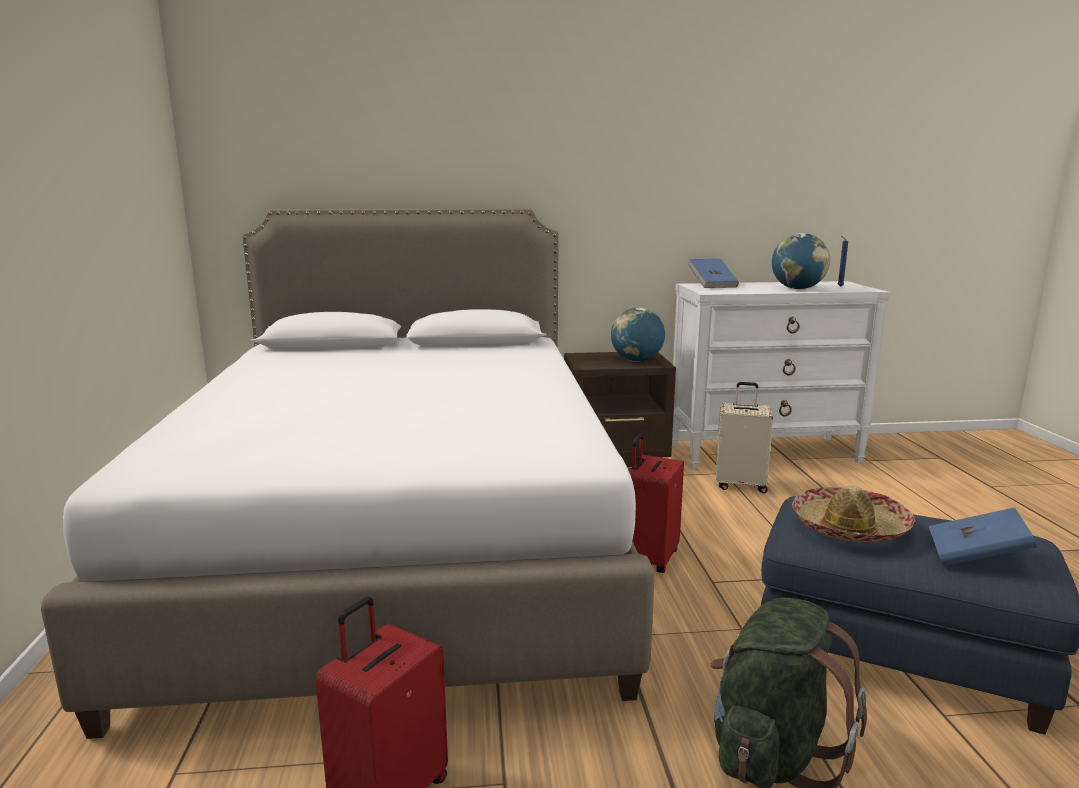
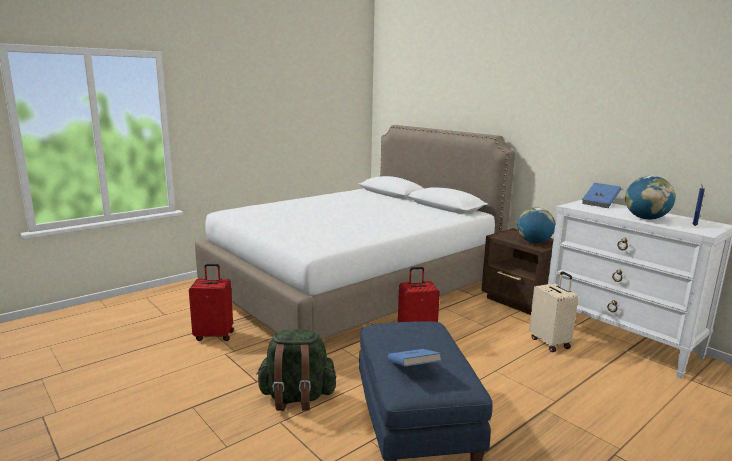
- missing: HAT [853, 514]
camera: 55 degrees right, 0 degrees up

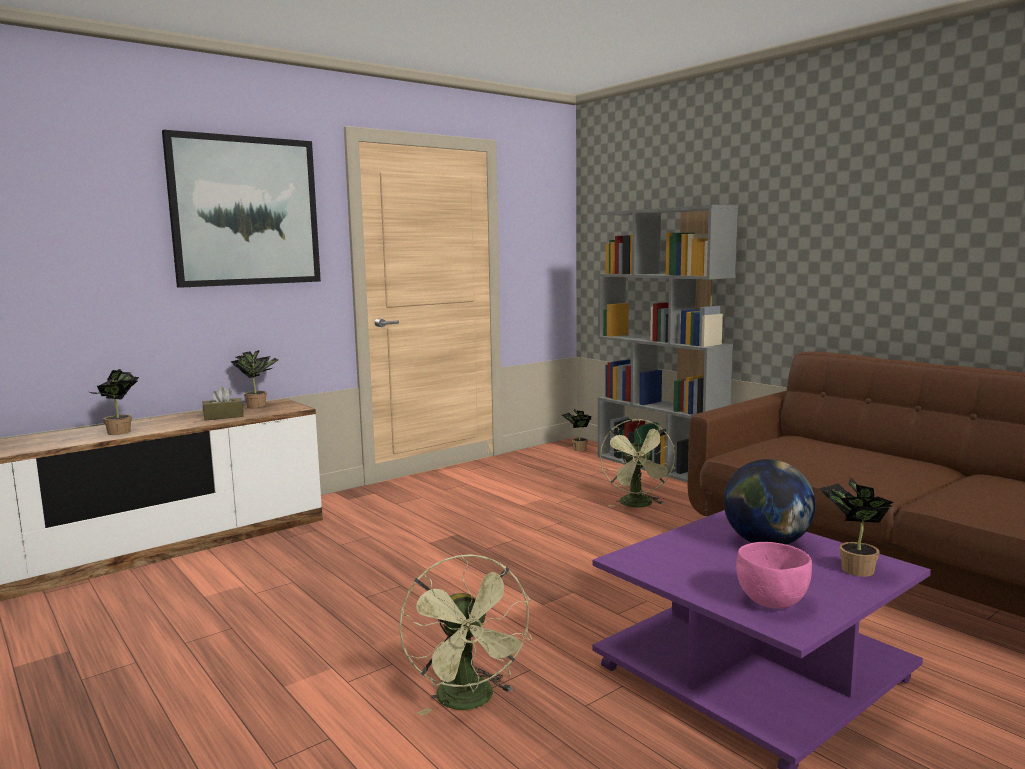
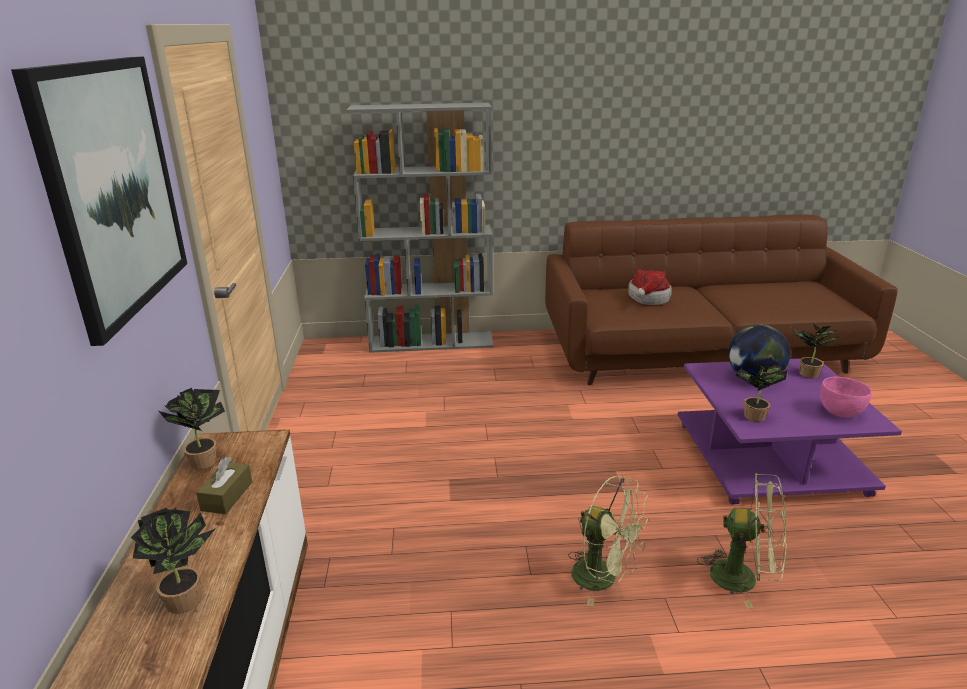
- appeared: HAT [650, 287]
- relocated: POTTED PLANT [577, 429] to [761, 392]
- relocated: GREEN FAN [637, 463] to [609, 540]
camera: 55 degrees left, 15 degrees up

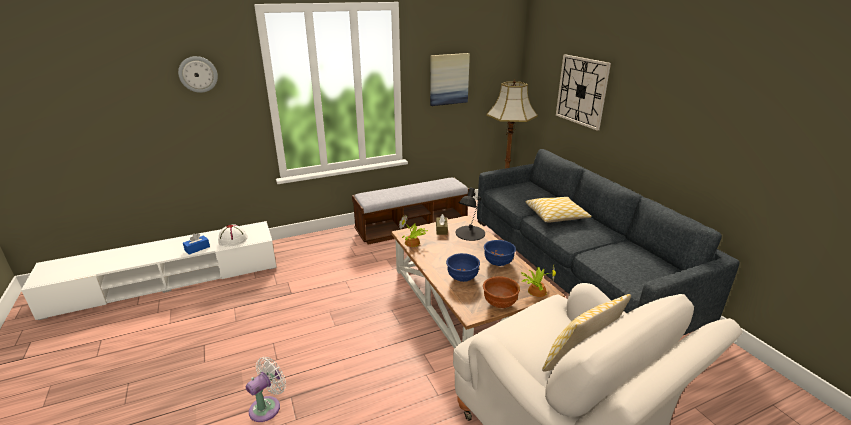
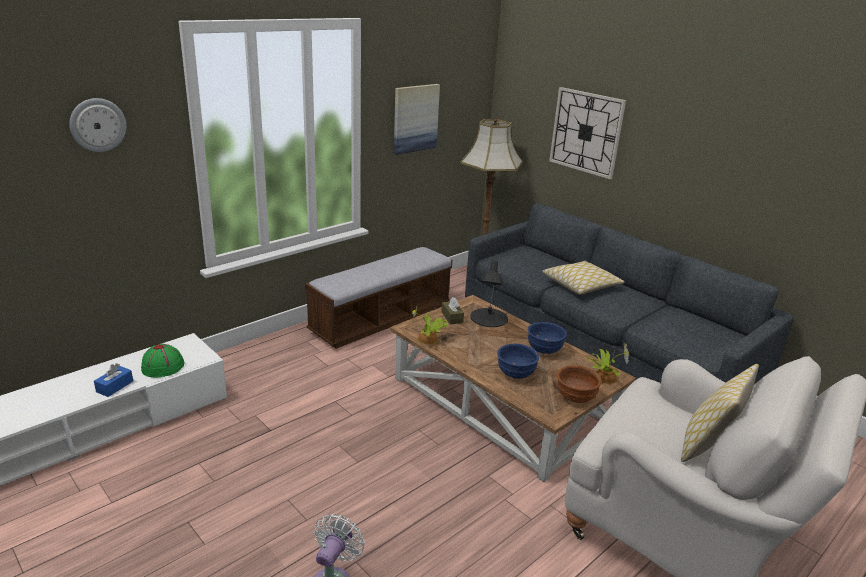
- colour: WHITE HAT [233, 235] to GREEN HAT [162, 360]
camera: 20 degrees left, 0 degrees up

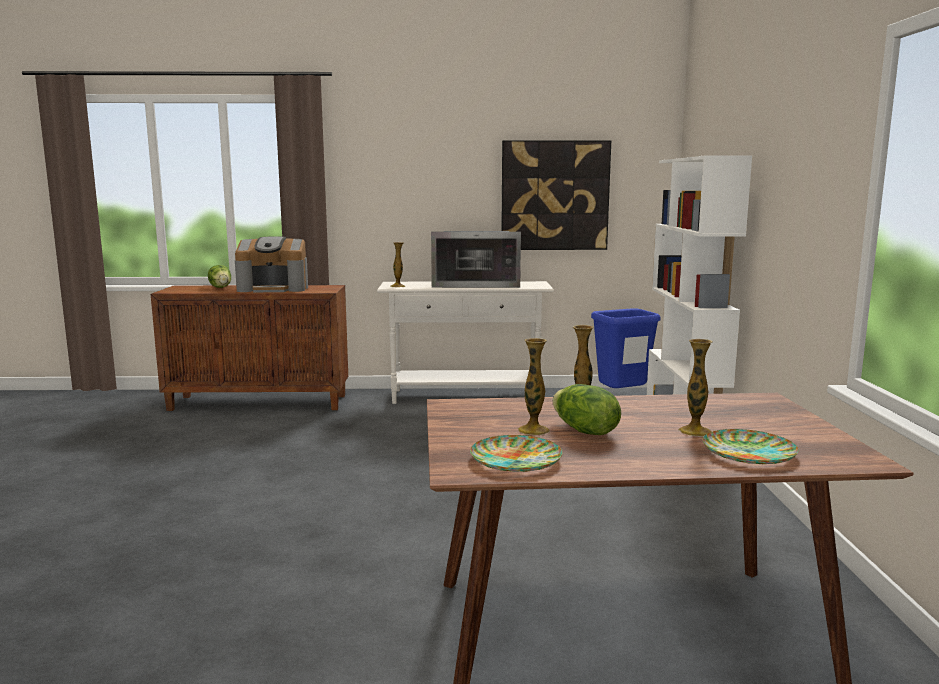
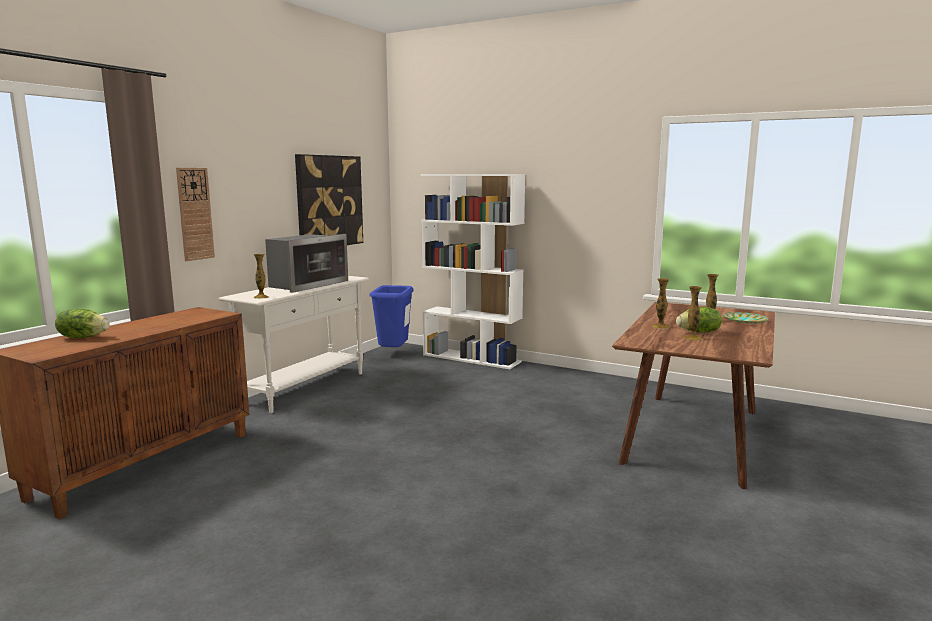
- missing: COFFEE MACHINE [271, 264]
- missing: PLATE [516, 453]
- appeared: WALL CLOCK [195, 214]
camera: 60 degrees left, 0 degrees up

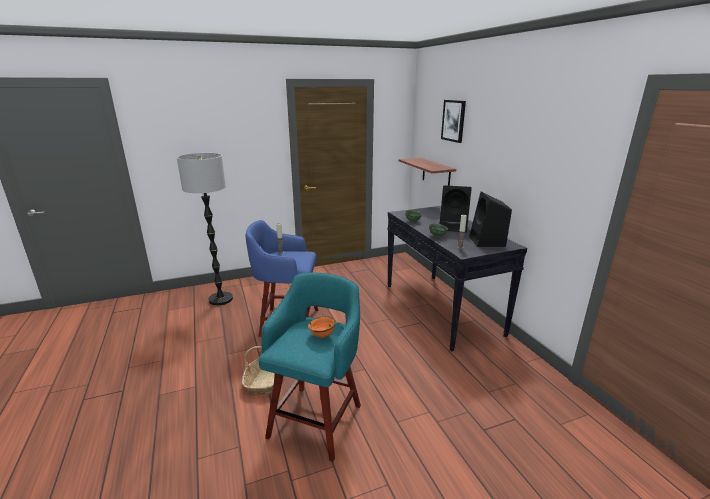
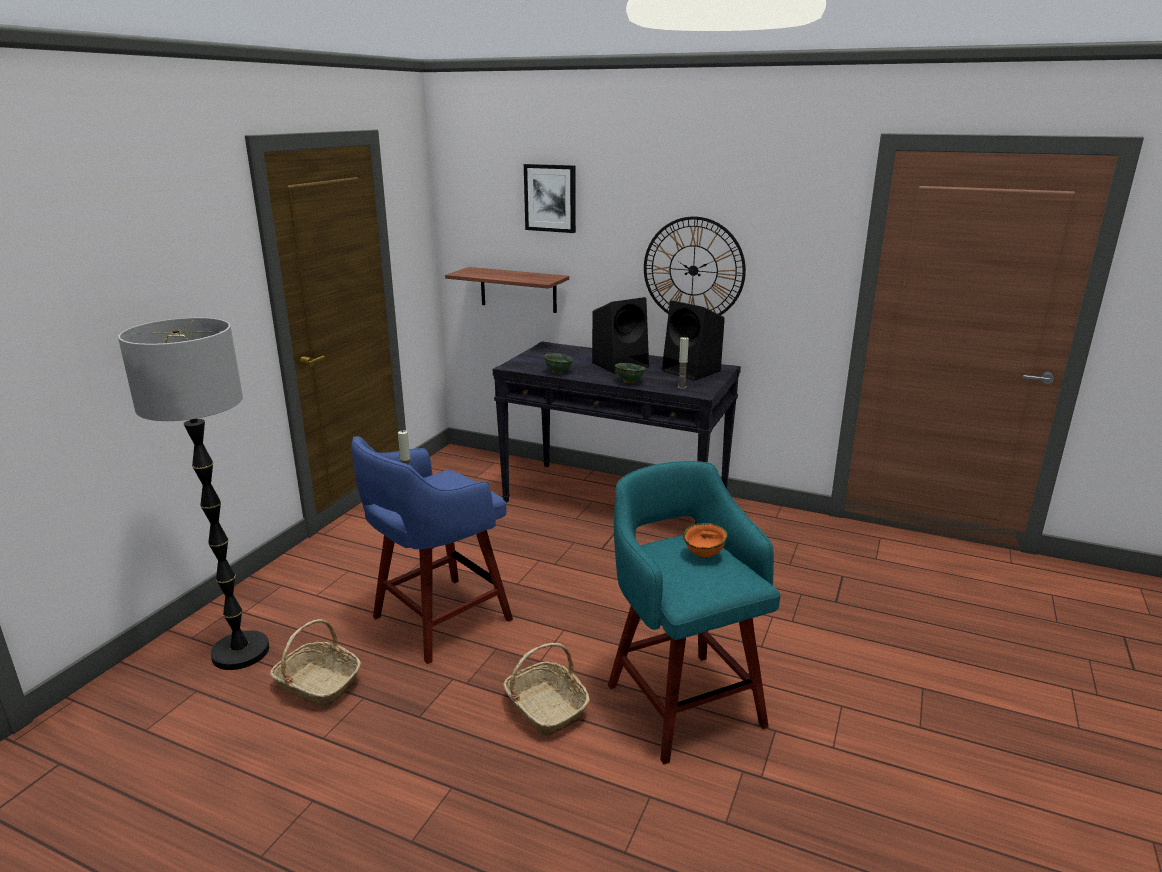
- appeared: BASKET [315, 663]
- appeared: WALL CLOCK [695, 266]
camera: 45 degrees left, 0 degrees up

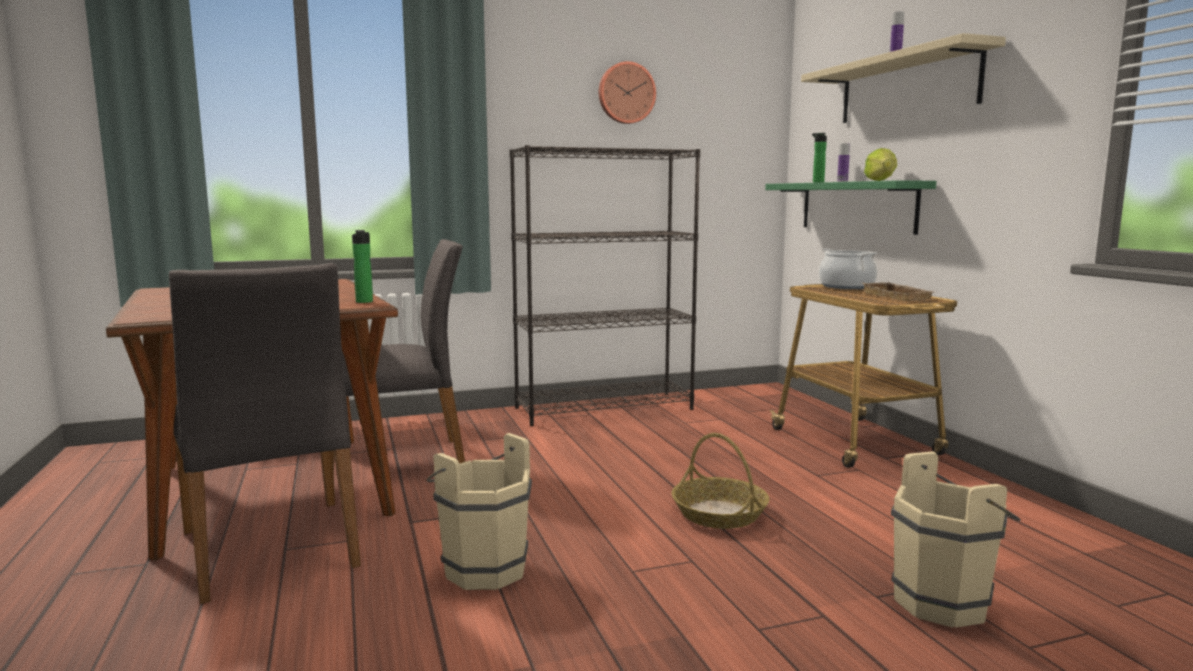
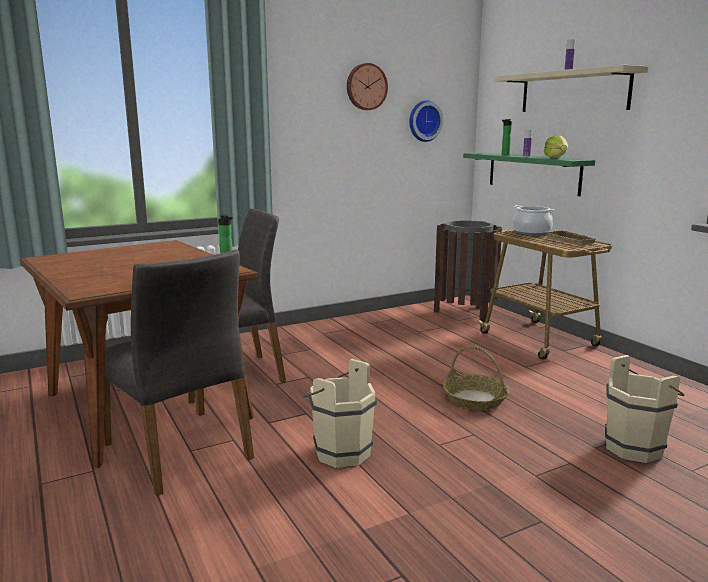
- missing: BLACK BOOKCASE [604, 285]
- appeared: WALL CLOCK [426, 121]
- appeared: BROWN TRASH CAN [468, 271]
camera: 10 degrees left, 5 degrees up

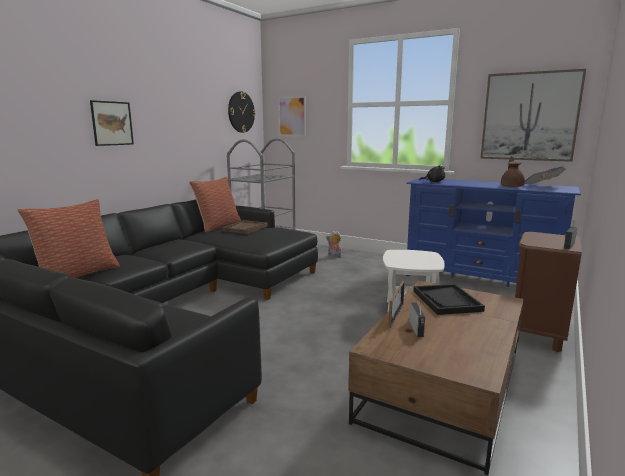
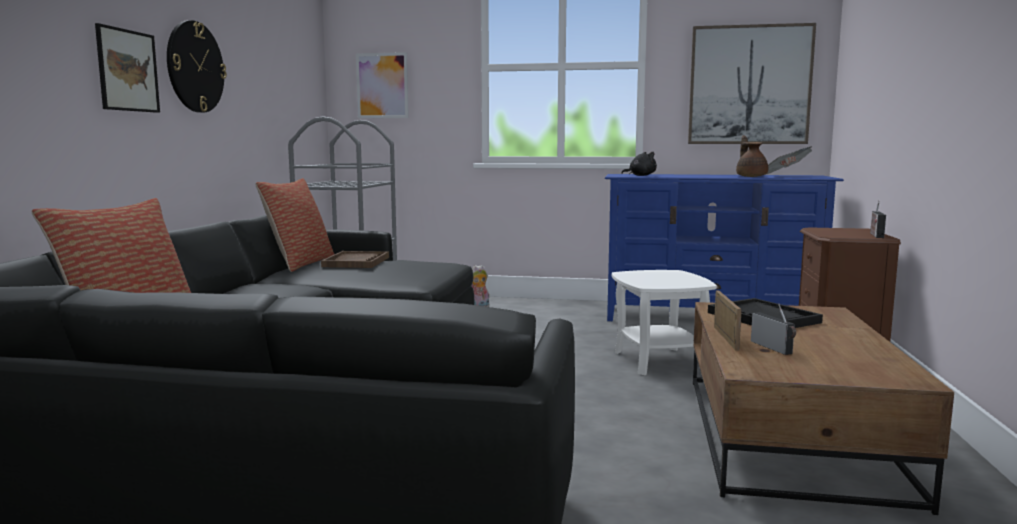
- relocated: WALL CLOCK [242, 112] to [197, 66]
camera: 20 degrees left, 5 degrees down

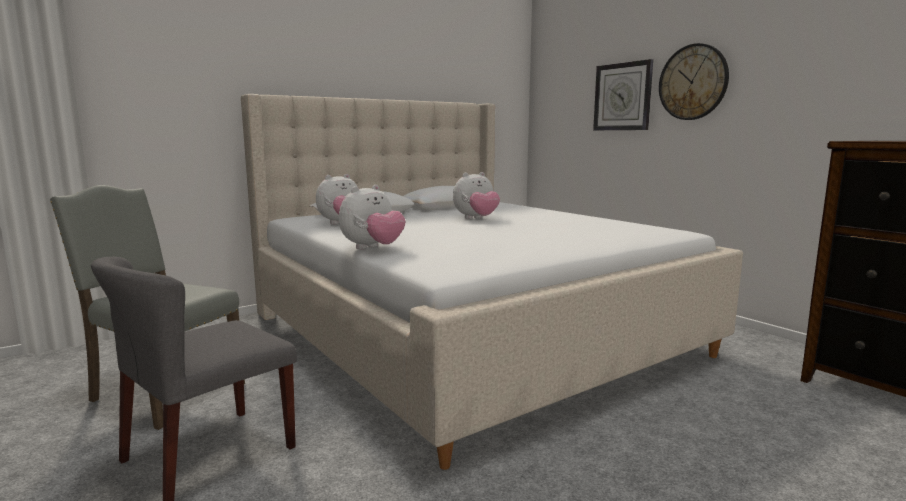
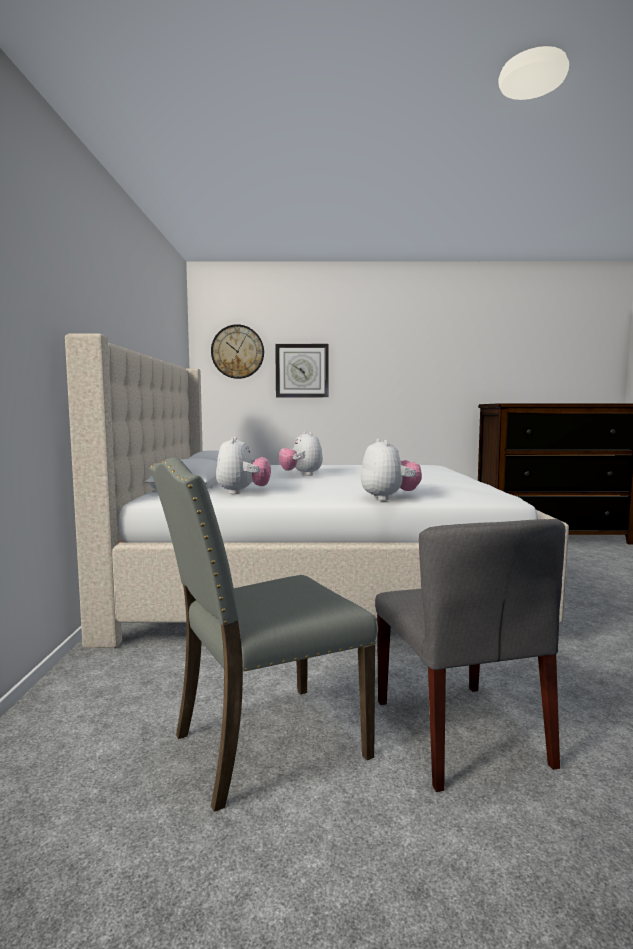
- relocated: WALL CLOCK [694, 81] to [237, 351]
- spun: PLUSH TOY [476, 195] = [301, 453] 150 degrees clockwise
camera: 55 degrees left, 5 degrees down

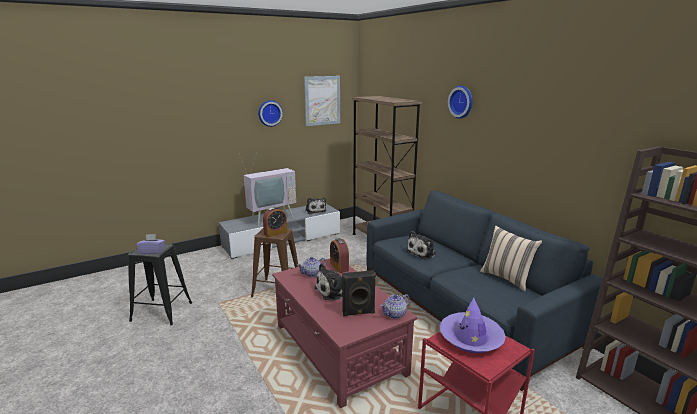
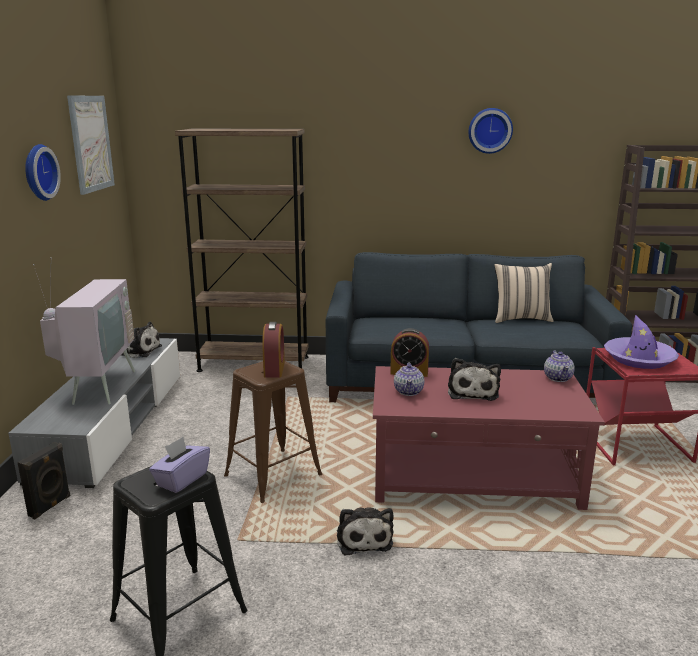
- relocated: BLACK SPEAKER [359, 293] to [44, 480]
- relocated: PLUSH TOY [421, 245] to [365, 531]
- relocated: WALL CLOCK [460, 102] to [491, 131]
camera: 55 degrees left, 0 degrees up

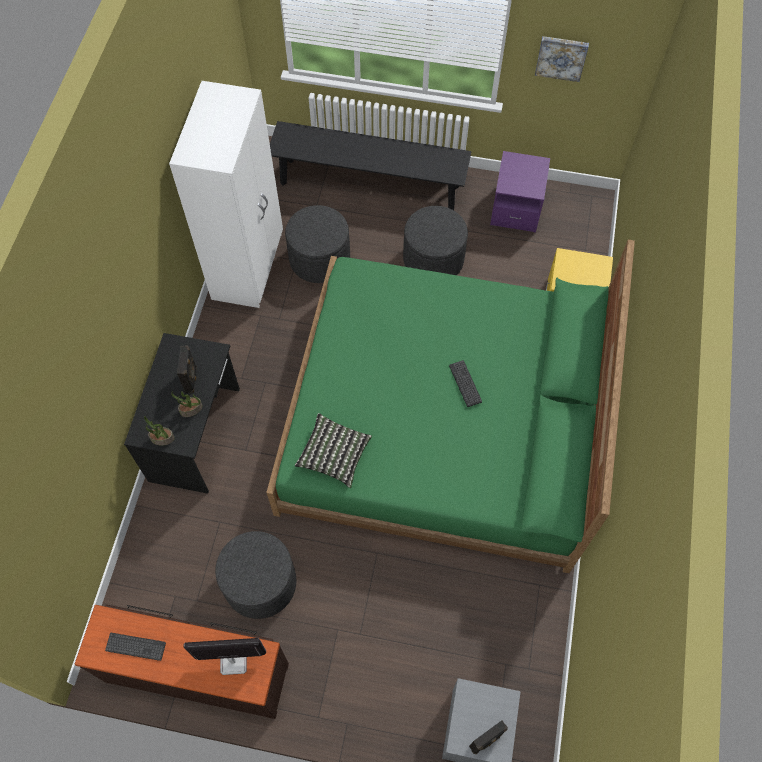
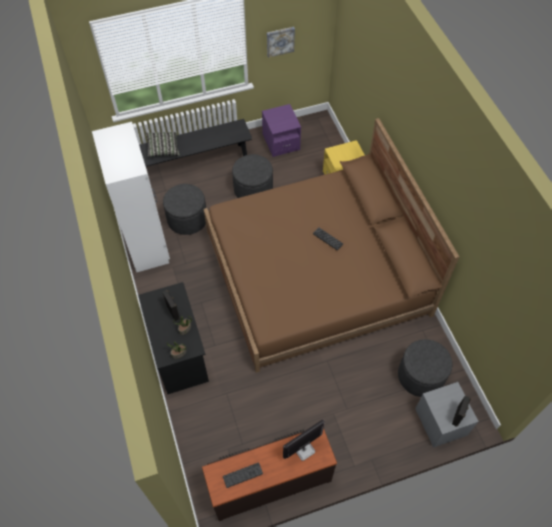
- relocated: GREY OTTOMAN [255, 575] to [425, 368]
- relocated: PILLOW [333, 450] to [163, 144]
- colour: GREEN BED [450, 406] to BROWN BED [331, 245]
camera: 30 degrees left, 5 degrees down

